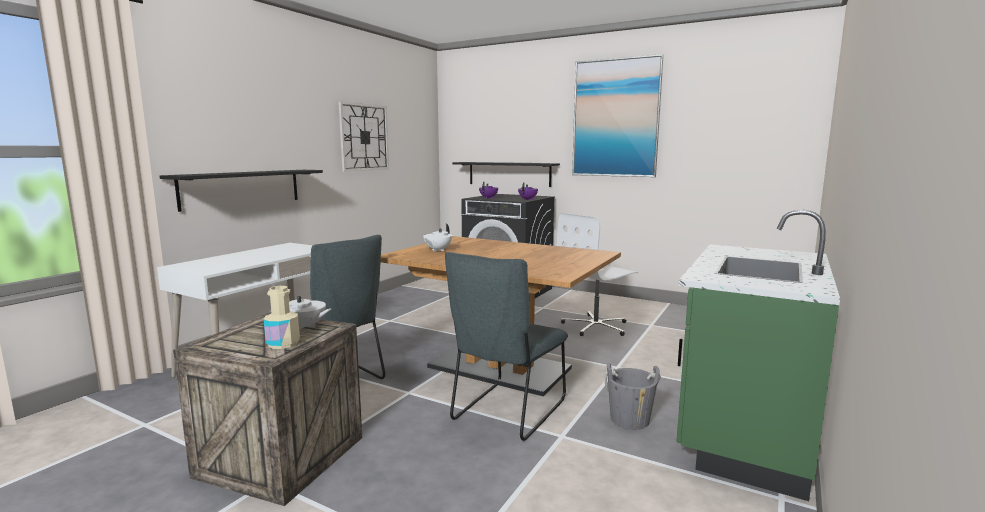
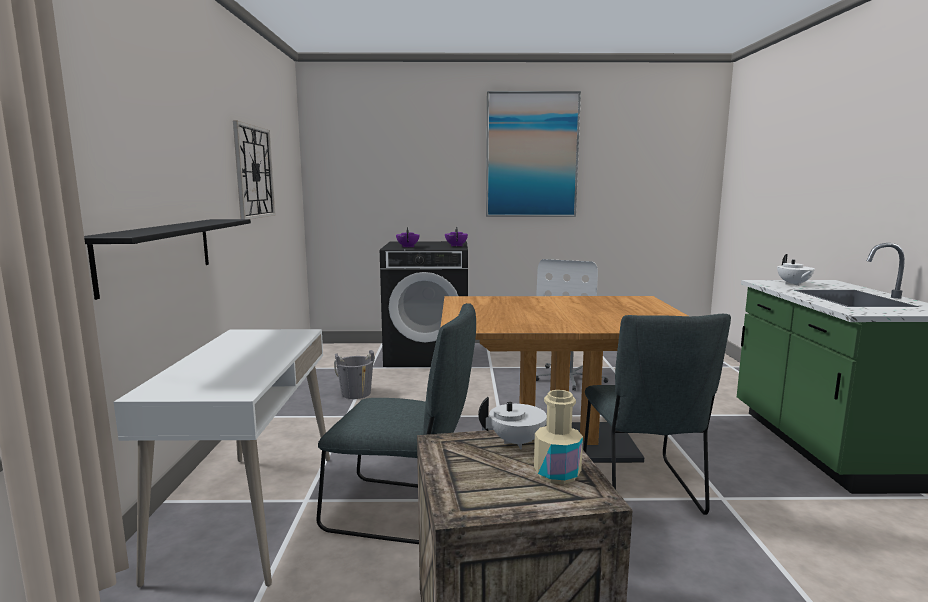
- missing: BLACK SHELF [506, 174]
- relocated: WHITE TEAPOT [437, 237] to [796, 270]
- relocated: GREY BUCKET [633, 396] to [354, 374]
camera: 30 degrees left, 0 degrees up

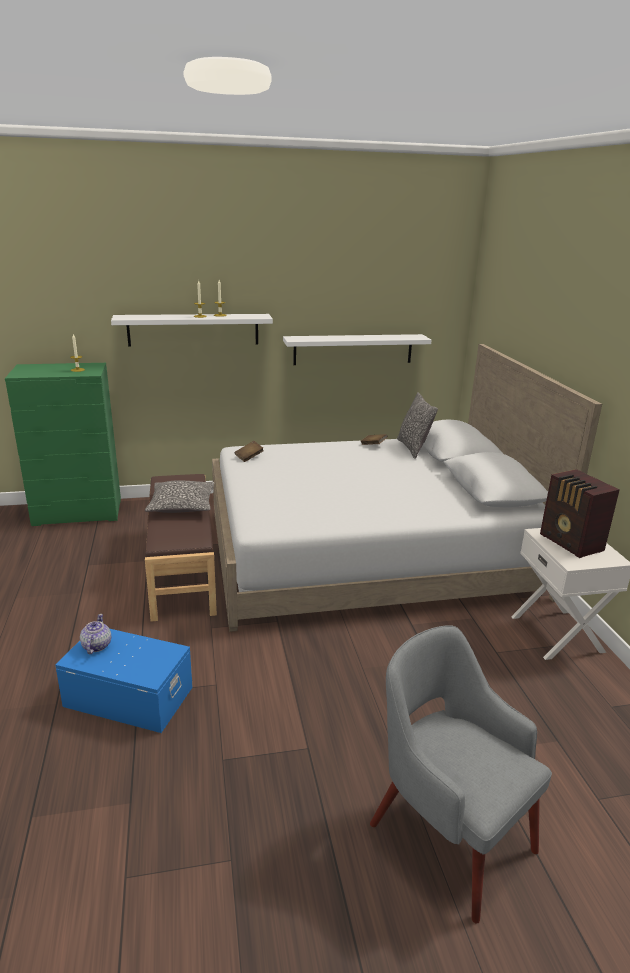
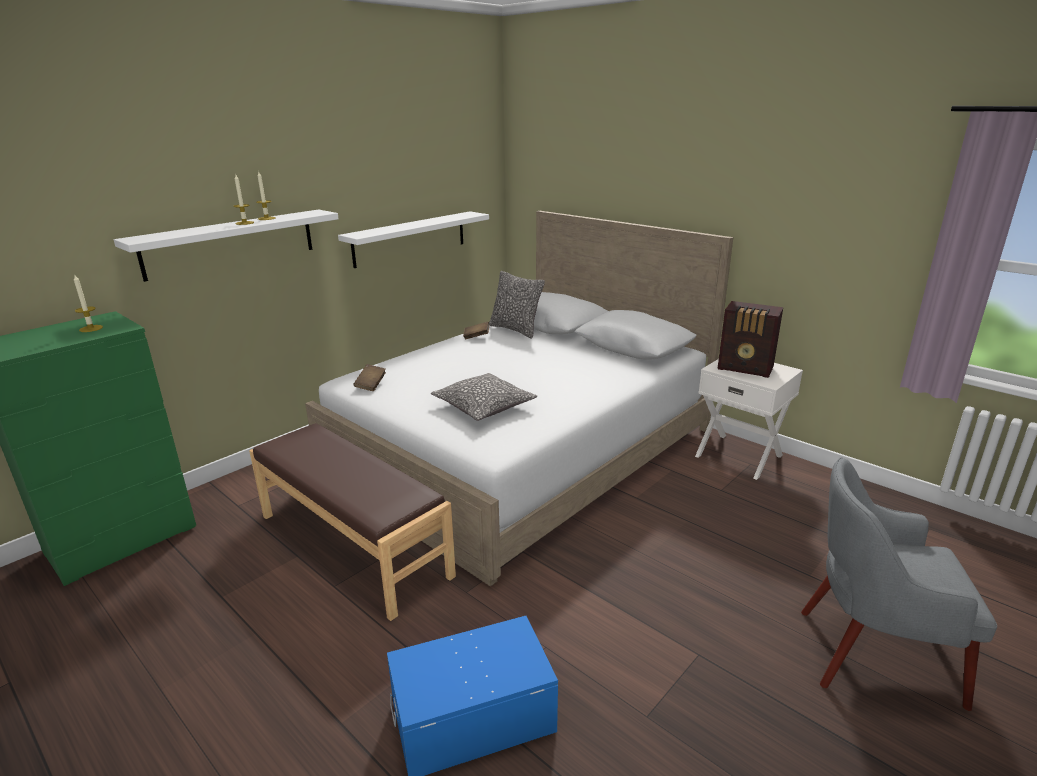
- missing: TEAPOT [95, 634]
- relocated: PILLOW [179, 496] to [484, 397]
camera: 35 degrees left, 0 degrees up

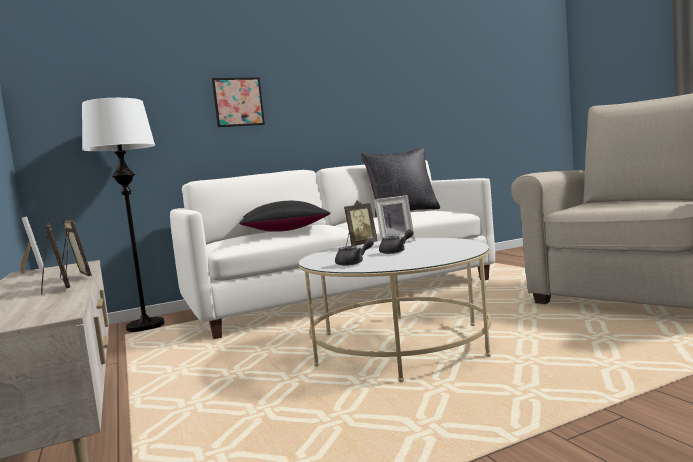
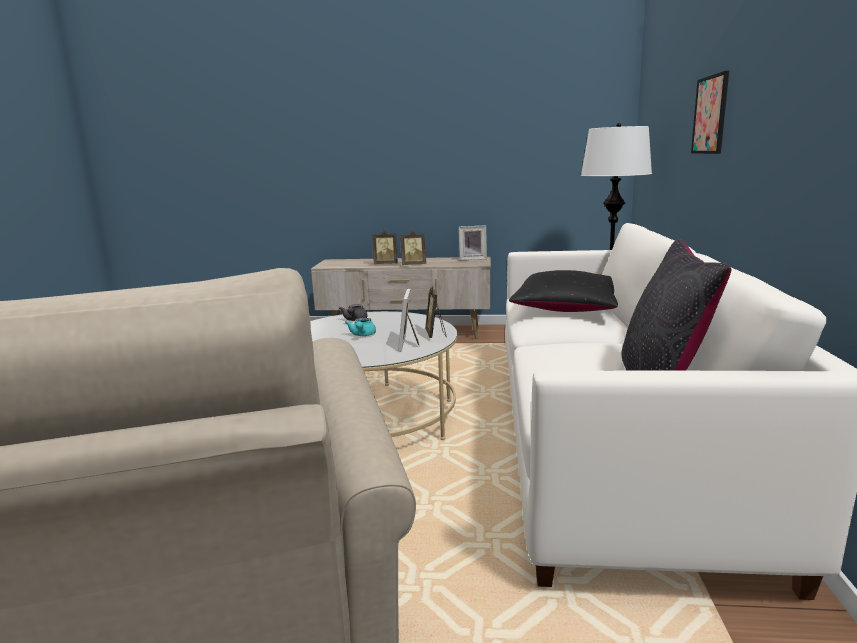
- colour: GREY TEAPOT [396, 241] to TURQUOISE TEAPOT [360, 327]
camera: 120 degrees right, 10 degrees up

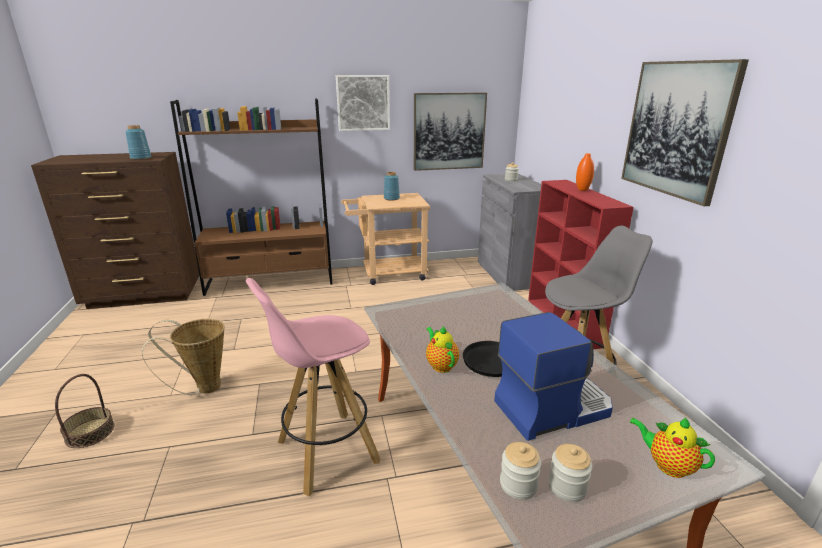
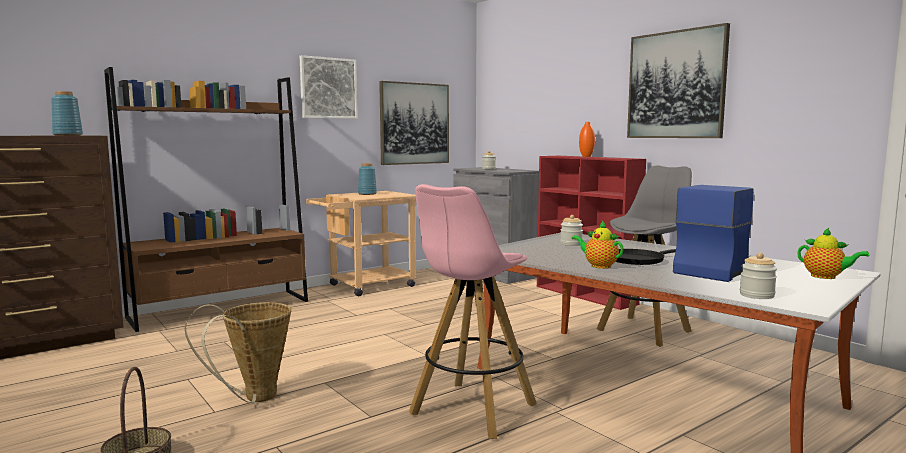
- relocated: JAR [570, 473] to [571, 230]
- spun: TEAPOT [672, 448] = [833, 253] 150 degrees counterclockwise
camera: 25 degrees left, 15 degrees down

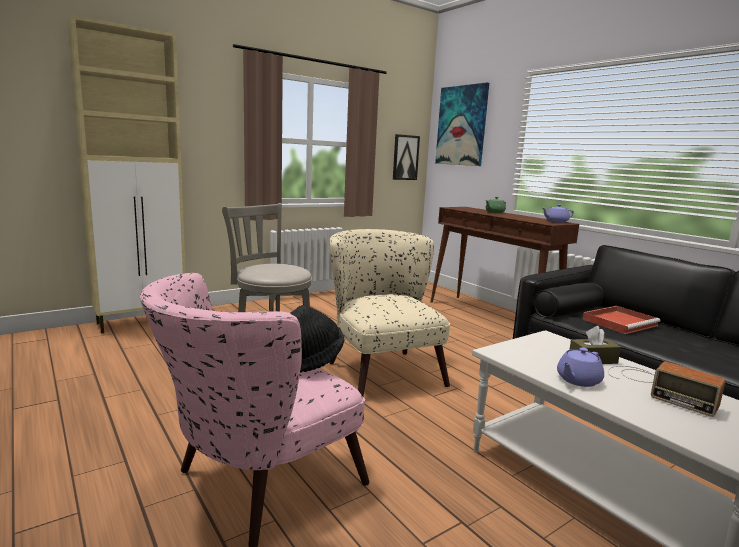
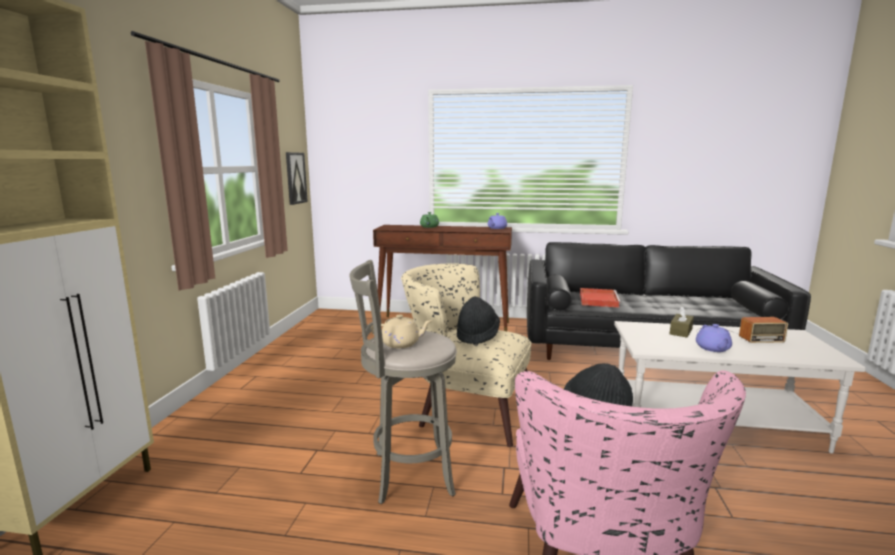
- missing: PICTURE [462, 124]
- appeared: BEIGE TEAPOT [401, 331]
- appeared: BLACK HAT [478, 320]
camera: 45 degrees left, 0 degrees up

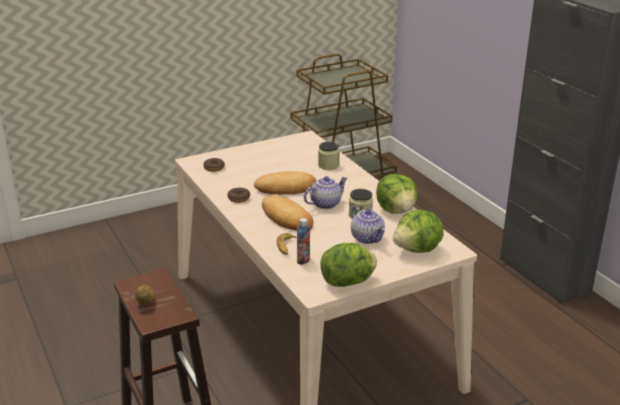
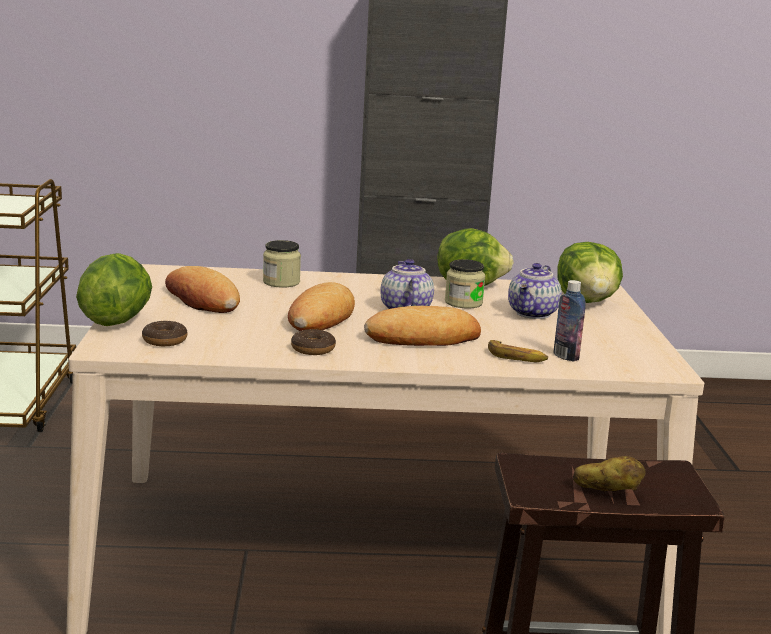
- appeared: BREAD [202, 289]
- relocated: LETTUCE [348, 265] to [114, 289]
- spun: TEAPOT [368, 225] = [535, 291] 120 degrees clockwise
camera: 65 degrees left, 10 degrees down

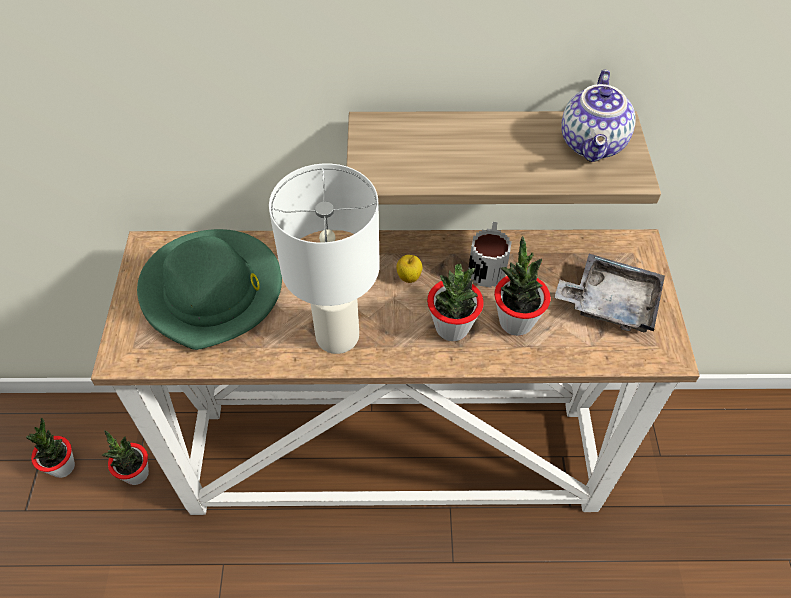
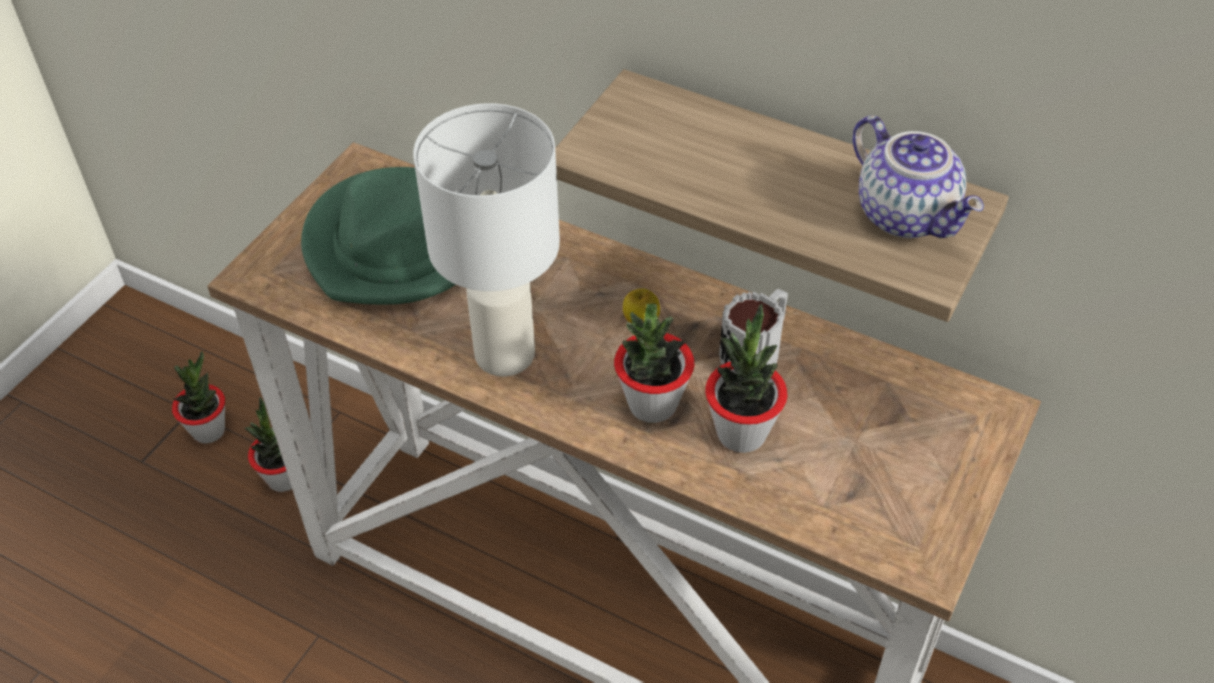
- missing: GREY TRAY [609, 293]
- spun: TEAPOT [598, 115] = [918, 176] 75 degrees counterclockwise
camera: 30 degrees right, 5 degrees down

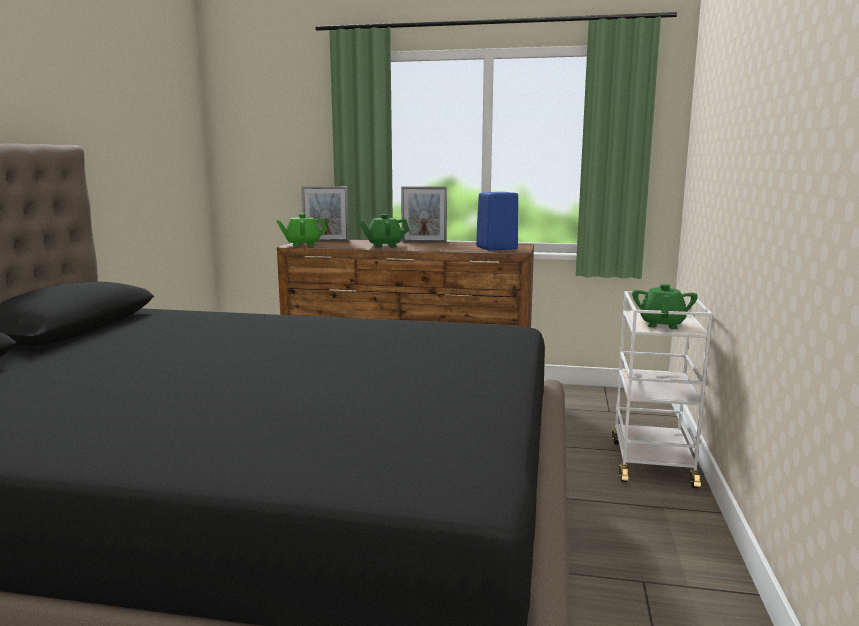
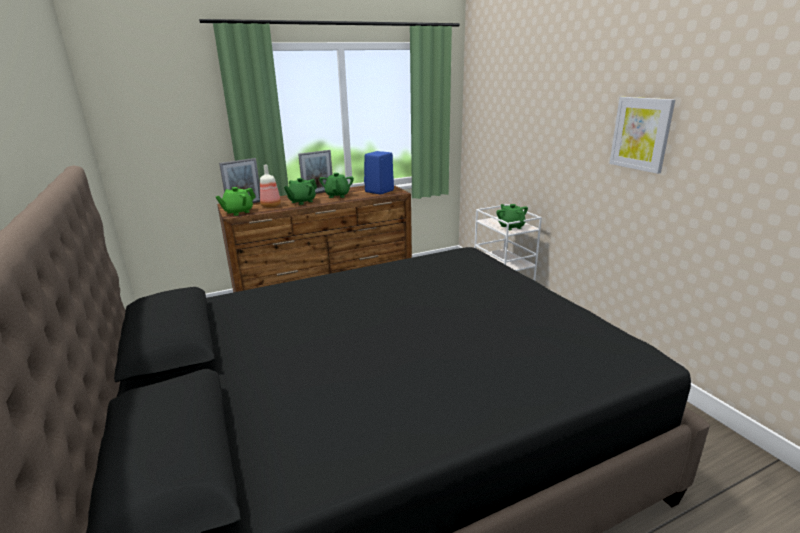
- appeared: BOTTLE [270, 186]
- appeared: GREEN TEAPOT [336, 185]
- appeared: PICTURE [642, 135]
camera: 35 degrees left, 10 degrees up

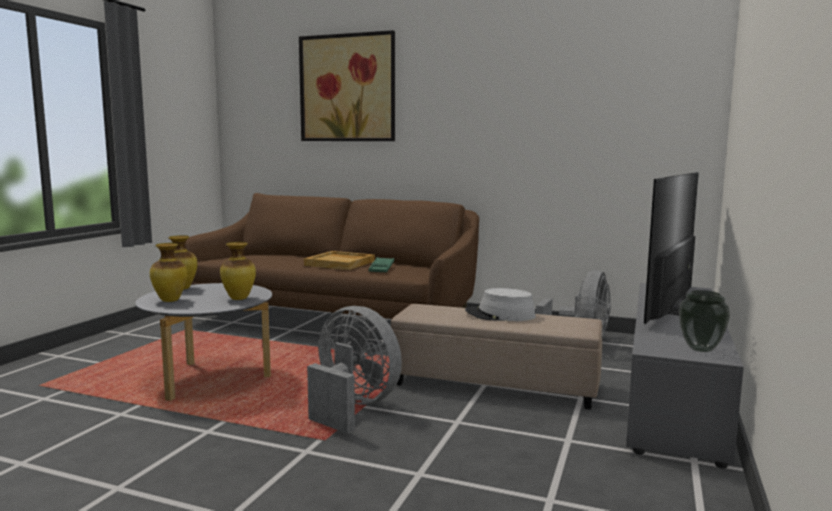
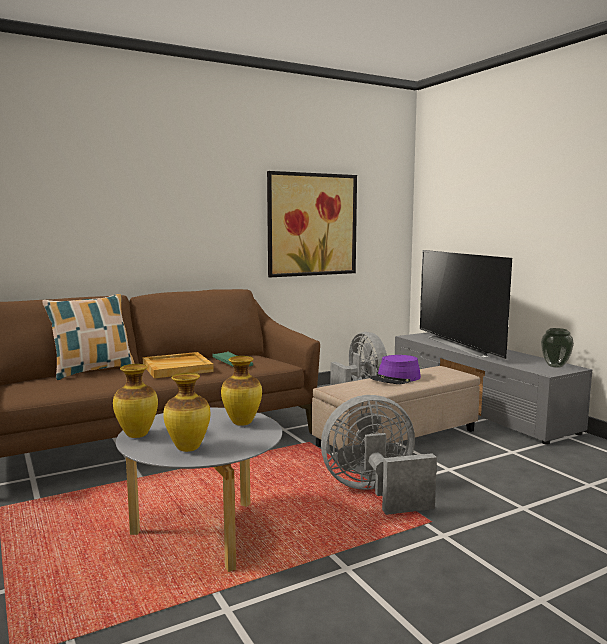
- appeared: PILLOW [88, 337]
- relocated: PICTURE [347, 85] to [312, 224]
- colour: GREY HAT [500, 304] to PURPLE HAT [395, 369]
camera: 50 degrees left, 0 degrees up

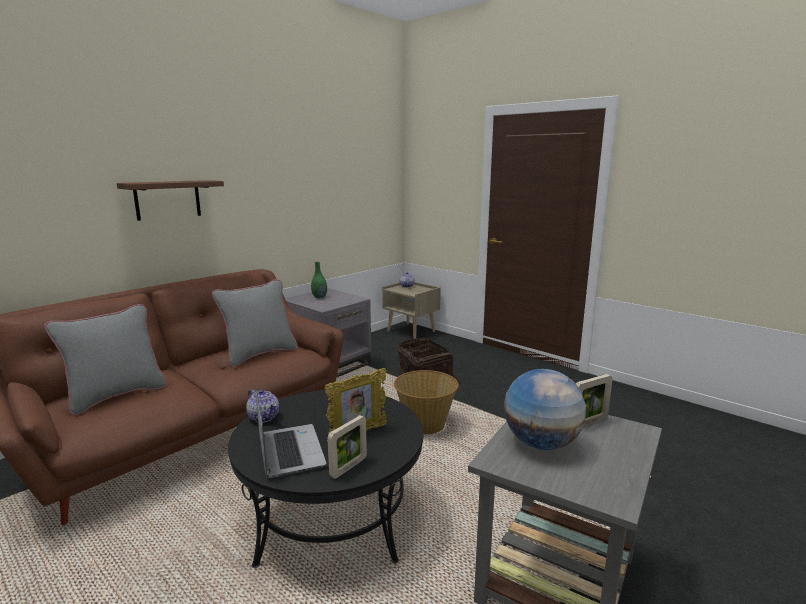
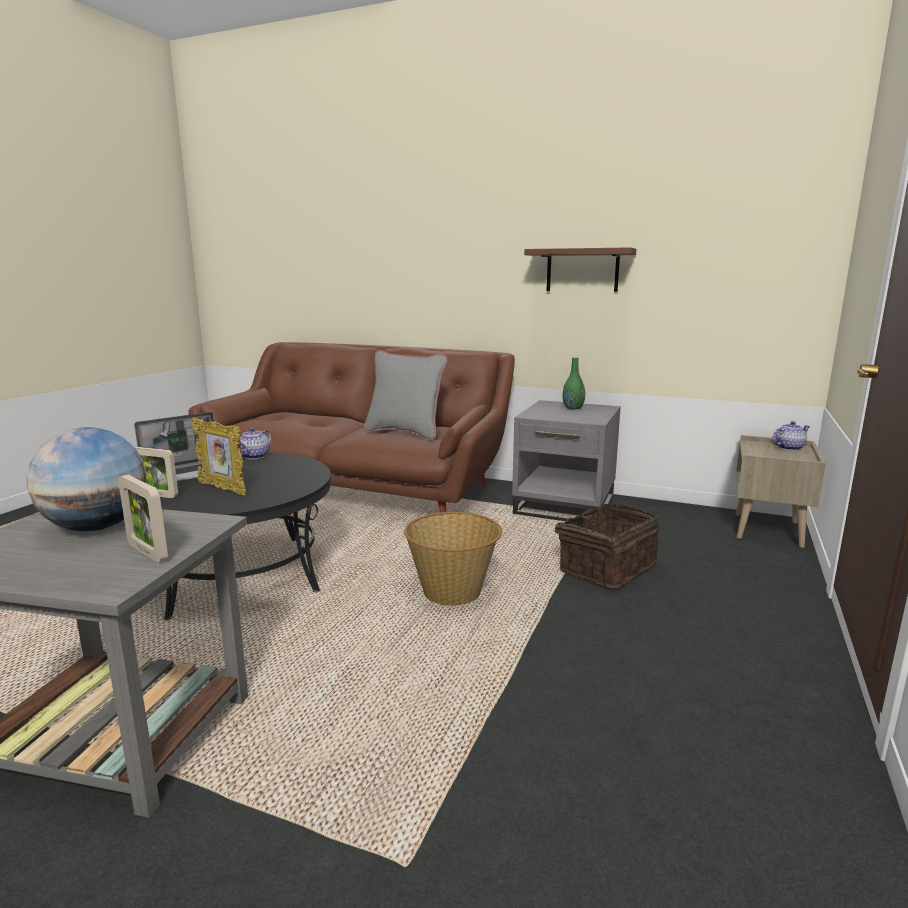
- missing: GREY PILLOW [105, 359]
- relocated: BROWN SHELF [170, 200] to [580, 269]
camera: 70 degrees right, 0 degrees up

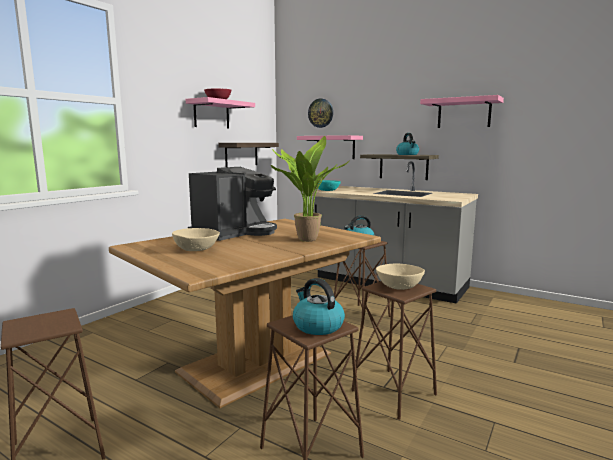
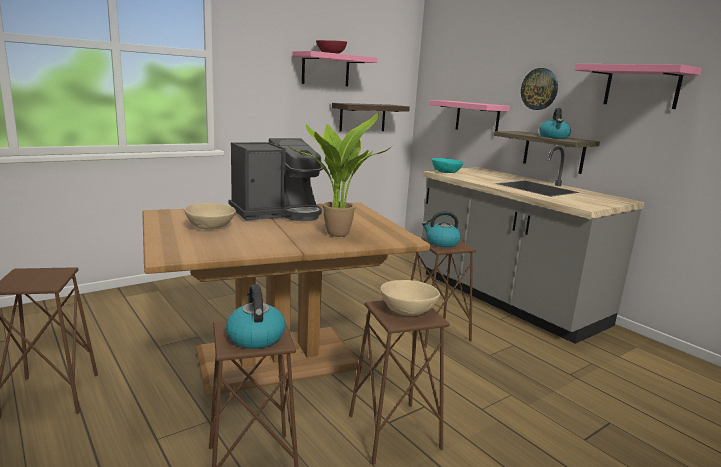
- relocated: WALL CLOCK [320, 113] to [539, 89]
camera: 20 degrees right, 5 degrees up

